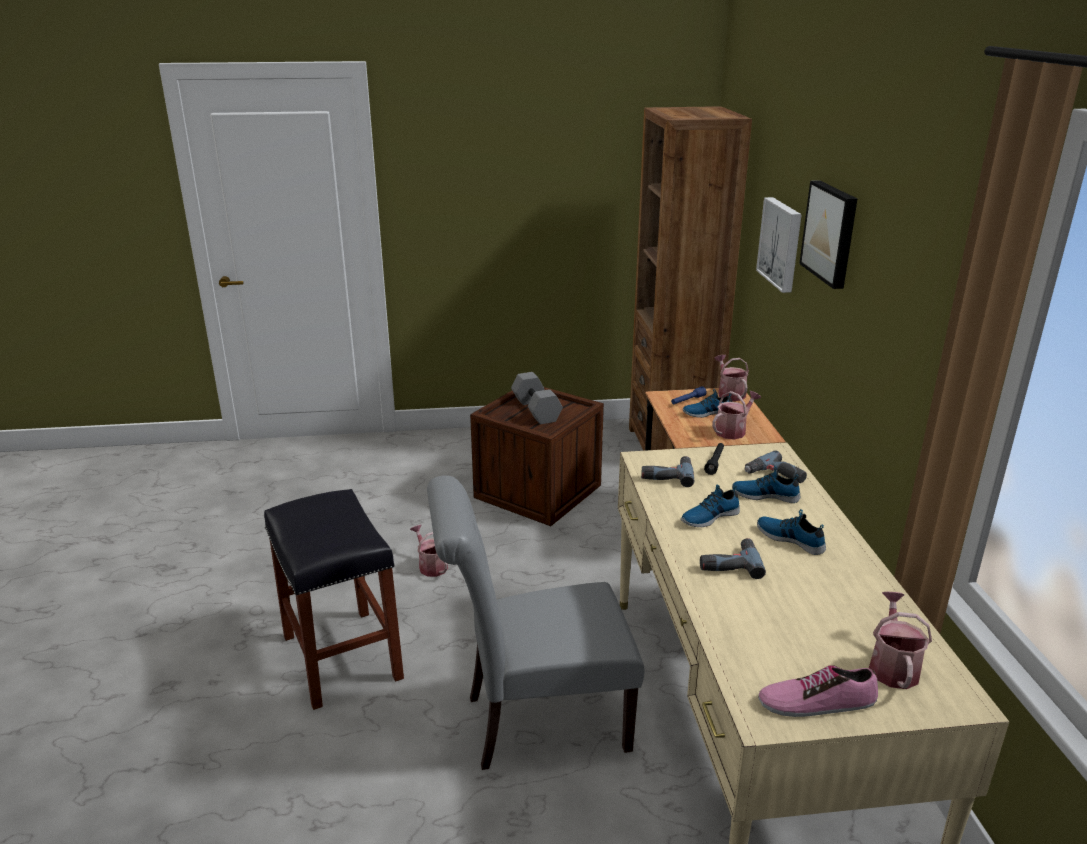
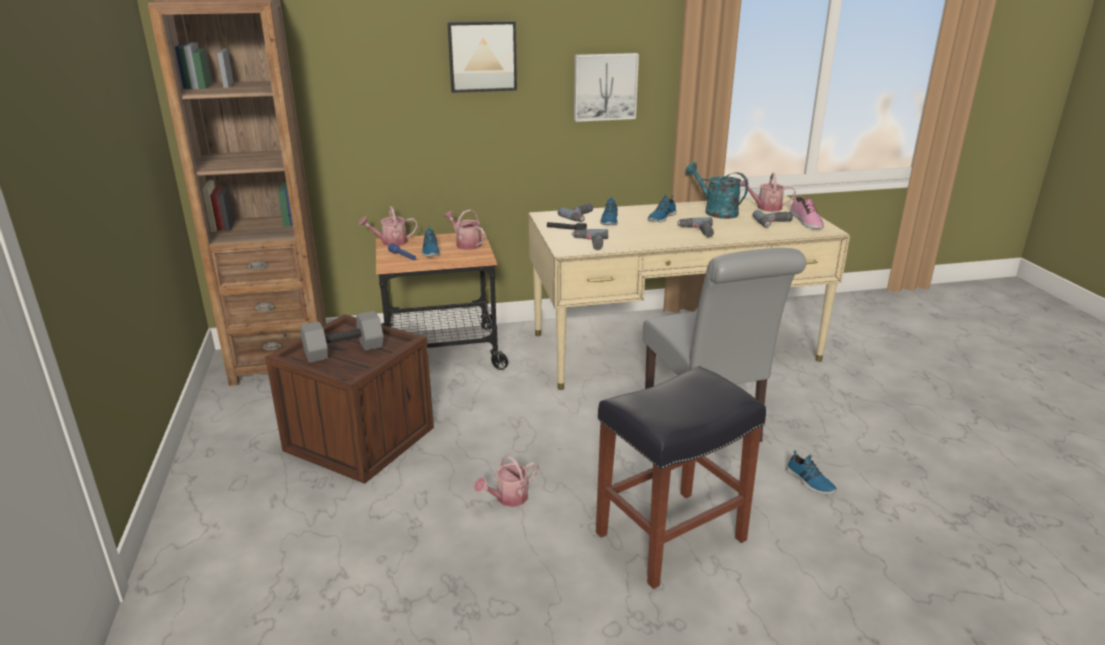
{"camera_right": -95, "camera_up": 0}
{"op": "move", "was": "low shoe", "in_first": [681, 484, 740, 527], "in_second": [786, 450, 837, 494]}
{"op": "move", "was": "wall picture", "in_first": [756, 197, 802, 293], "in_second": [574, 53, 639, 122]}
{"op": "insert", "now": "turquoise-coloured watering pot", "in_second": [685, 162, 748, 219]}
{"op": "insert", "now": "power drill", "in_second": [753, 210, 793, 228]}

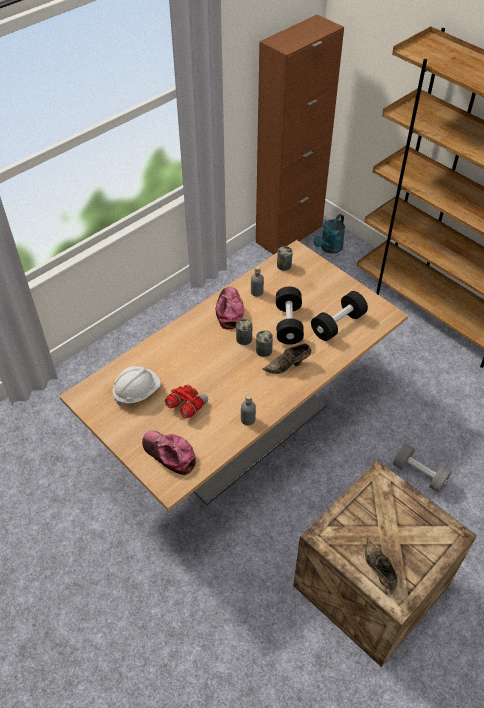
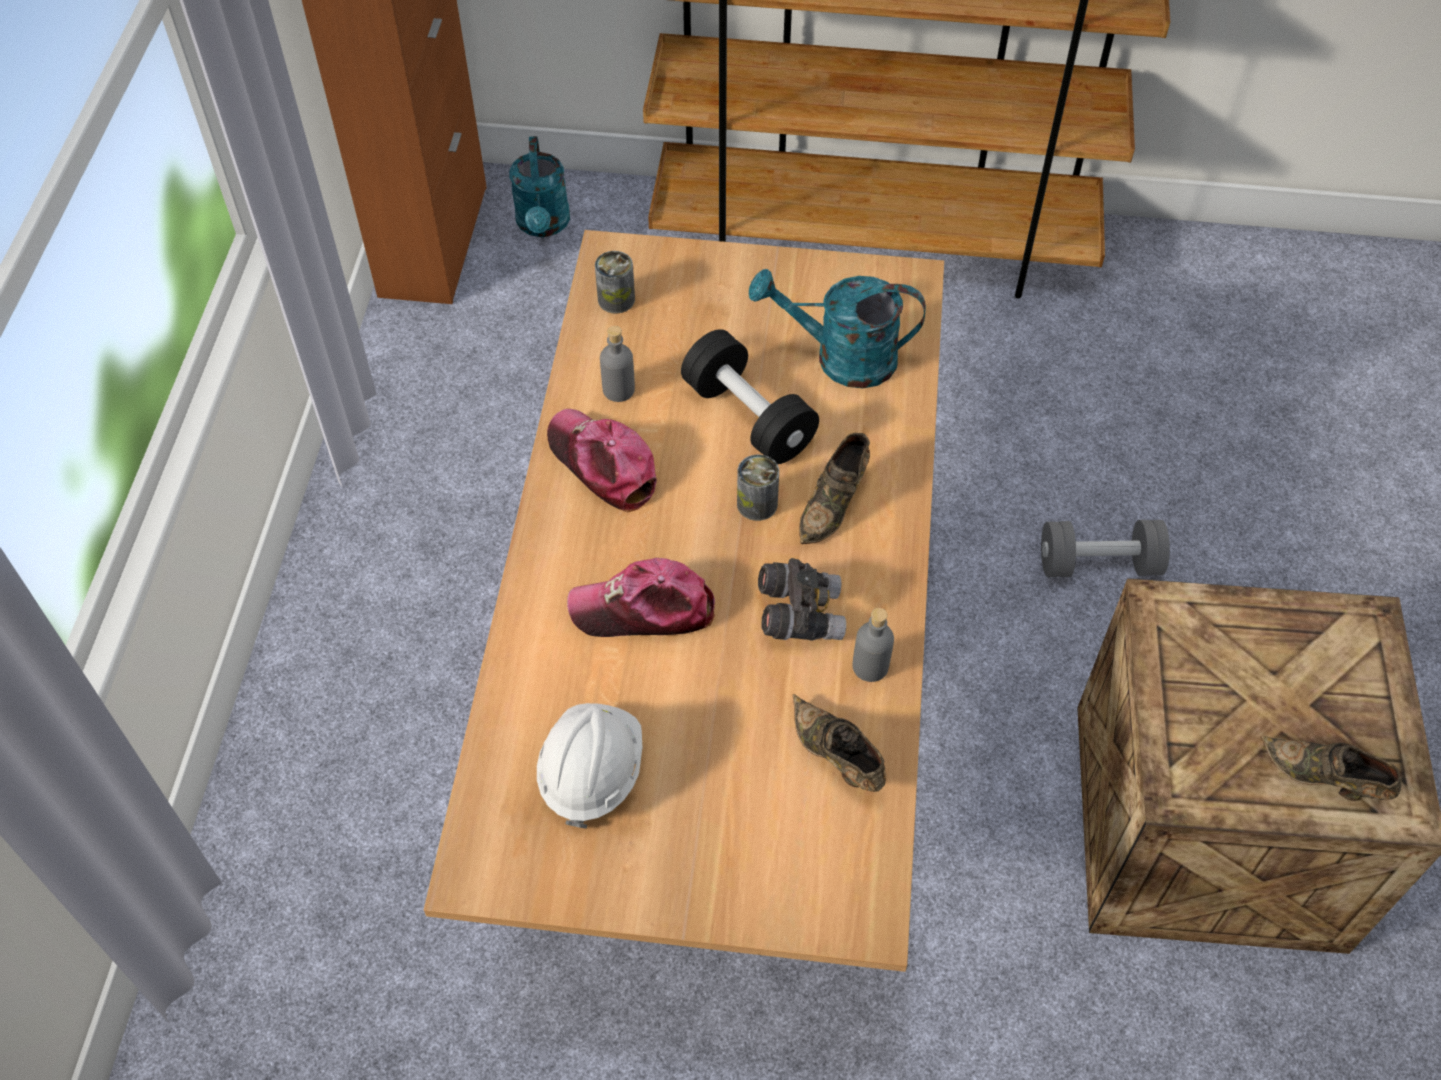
{"camera_right": -40, "camera_up": 5}
{"op": "move", "was": "cap", "in_first": [142, 431, 196, 475], "in_second": [567, 558, 715, 637]}
{"op": "delete", "was": "reddish field glasses", "in_first": [165, 385, 208, 418]}
{"op": "delete", "was": "metal can", "in_first": [236, 319, 252, 345]}
{"op": "replace", "was": "blackish free weight", "now": "turquoise-coloured watering pot", "in_first": [311, 291, 368, 341], "in_second": [749, 269, 926, 388]}
{"op": "insert", "now": "greyish field glasses", "in_second": [758, 558, 846, 641]}
{"op": "insert", "now": "brown low shoe", "in_second": [793, 694, 886, 792]}

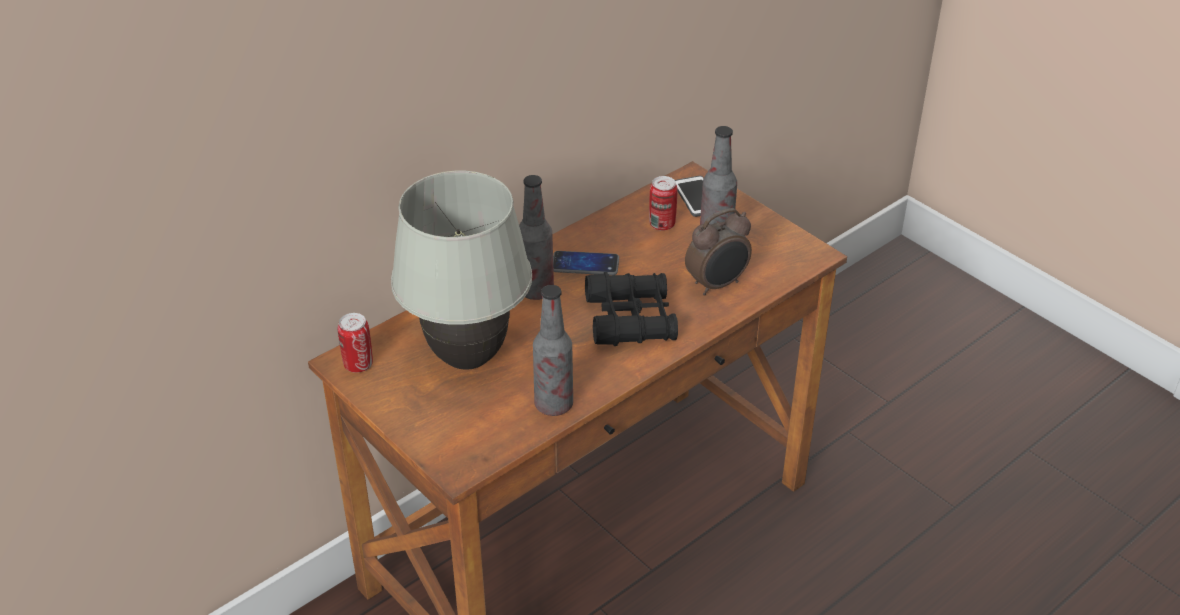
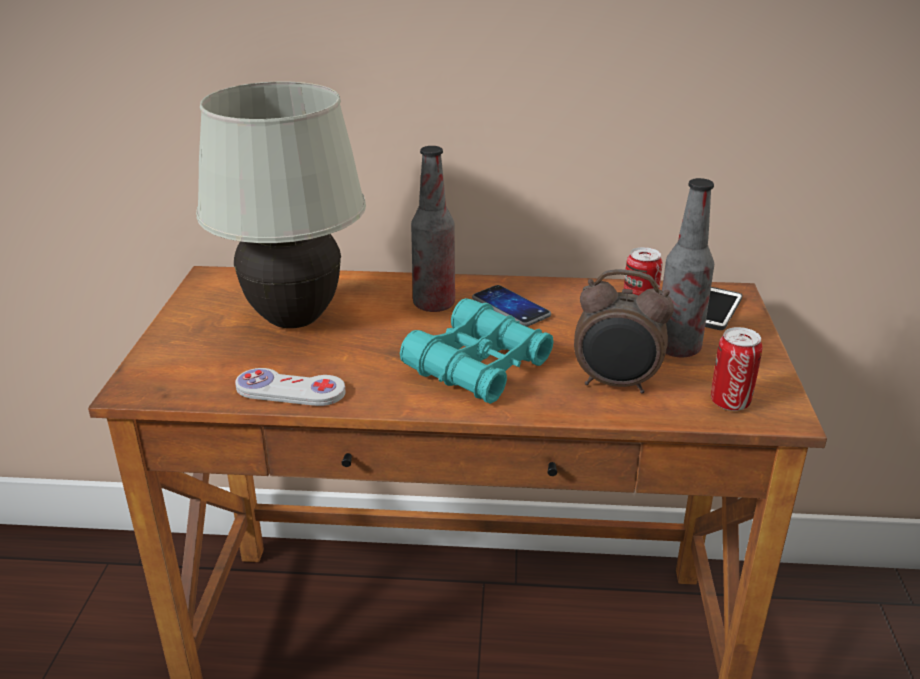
{"camera_right": 45, "camera_up": -10}
{"op": "move", "was": "metal can", "in_first": [338, 313, 373, 373], "in_second": [711, 327, 762, 411]}
{"op": "replace", "was": "bottle", "now": "whitish game controller", "in_first": [533, 285, 573, 416], "in_second": [235, 368, 346, 406]}
{"op": "recolor", "was": "blackish field glasses", "now": "turquoise-coloured field glasses", "in_first": [585, 272, 678, 346], "in_second": [400, 298, 554, 404]}

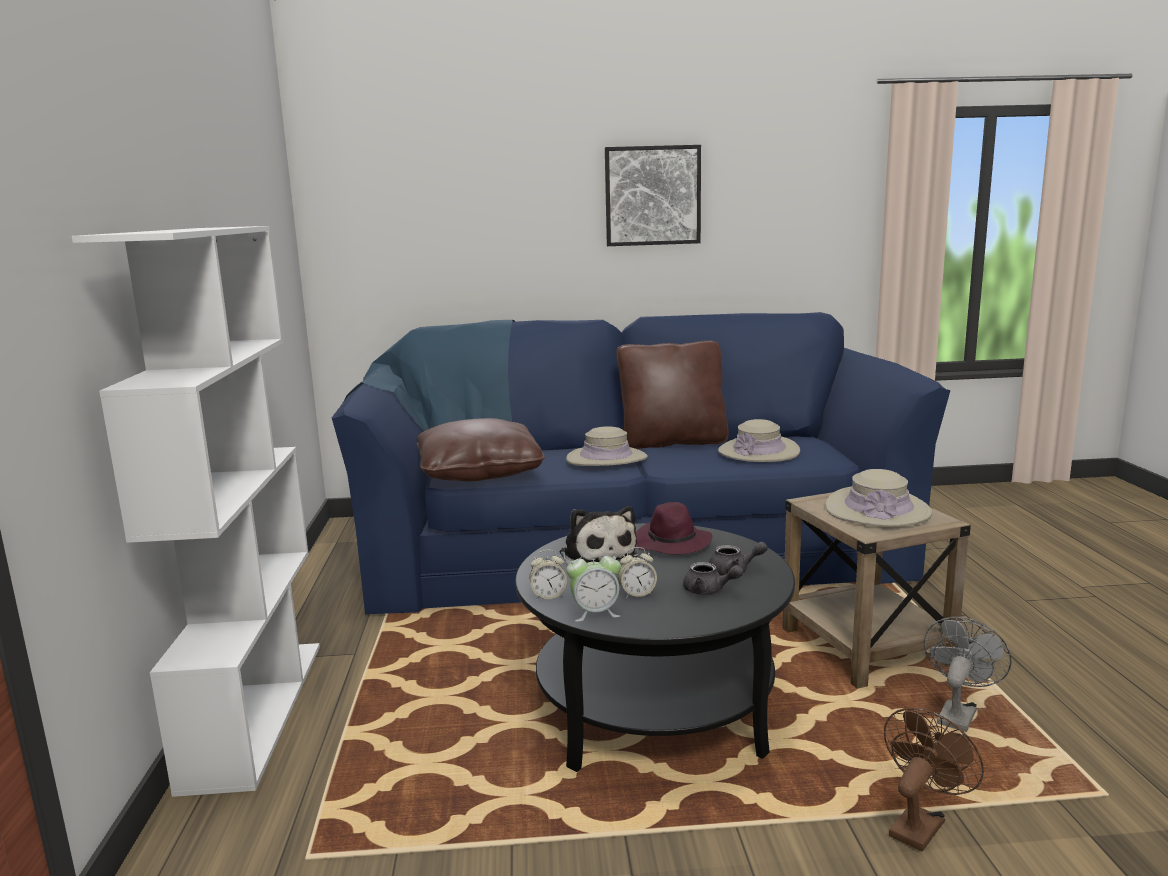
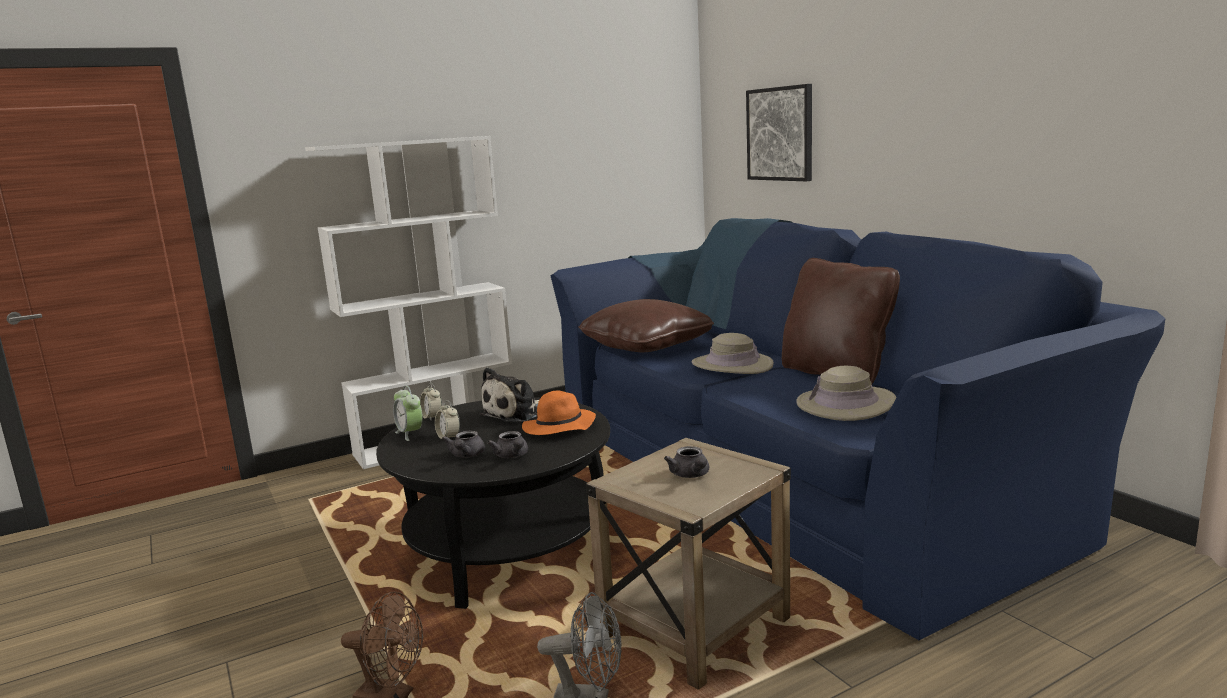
{"camera_right": 65, "camera_up": 0}
{"op": "move", "was": "wall picture", "in_first": [605, 145, 701, 246], "in_second": [746, 84, 812, 181]}
{"op": "recolor", "was": "purple-coloured wearable hat", "now": "orange wearable hat", "in_first": [636, 502, 713, 554], "in_second": [522, 391, 596, 435]}
{"op": "replace", "was": "beige-coloured wearable hat", "now": "greyish tea pot", "in_first": [825, 469, 932, 527], "in_second": [664, 446, 709, 478]}

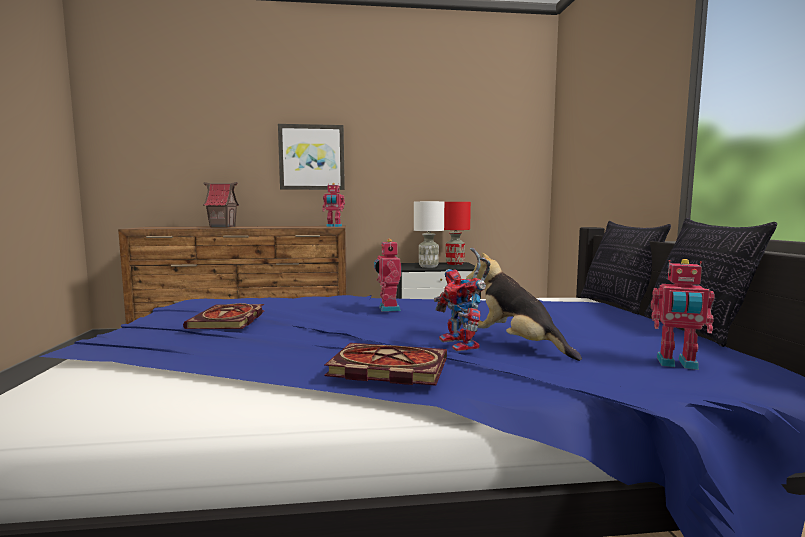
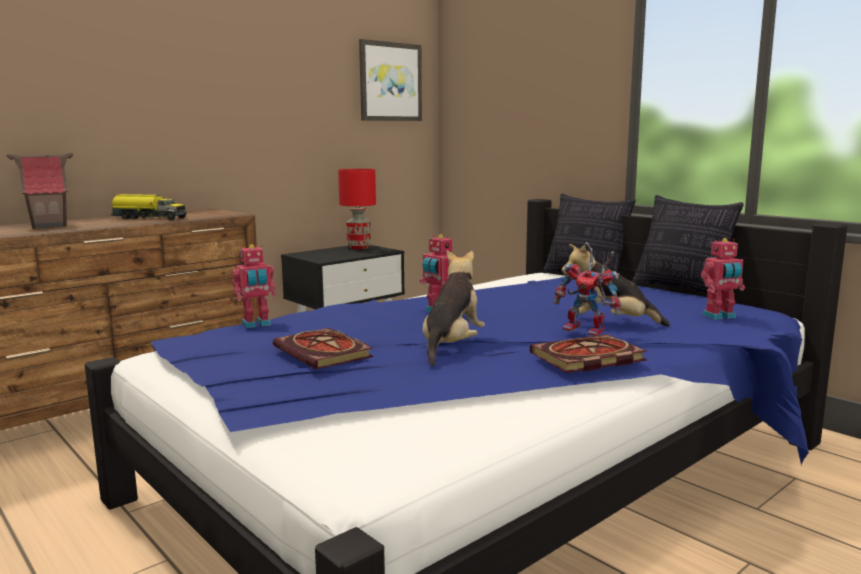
{"camera_right": -35, "camera_up": 5}
{"op": "move", "was": "wall picture", "in_first": [278, 124, 345, 190], "in_second": [359, 39, 422, 121]}
{"op": "move", "was": "model robot", "in_first": [322, 183, 345, 227], "in_second": [232, 244, 276, 328]}
{"op": "delete", "was": "whitish lamp for a table", "in_first": [414, 201, 444, 268]}
{"op": "insert", "now": "model truck", "in_second": [111, 194, 187, 220]}
{"op": "insert", "now": "cuddly toy", "in_second": [423, 250, 485, 366]}

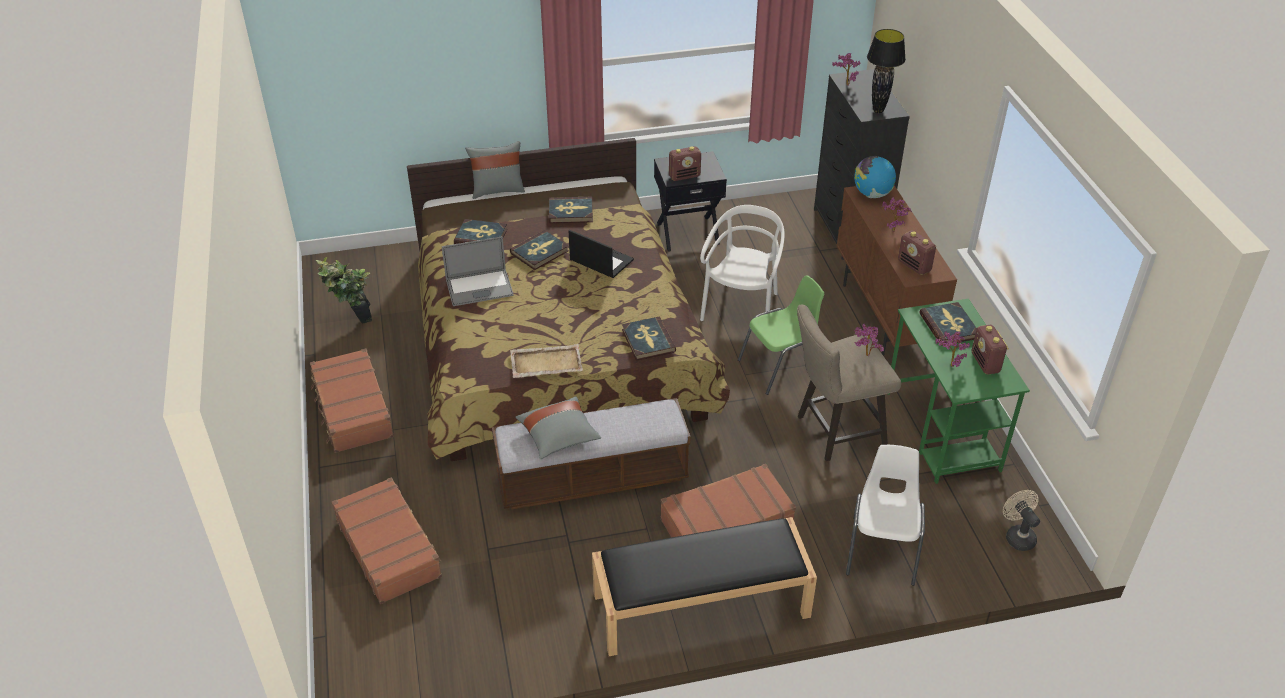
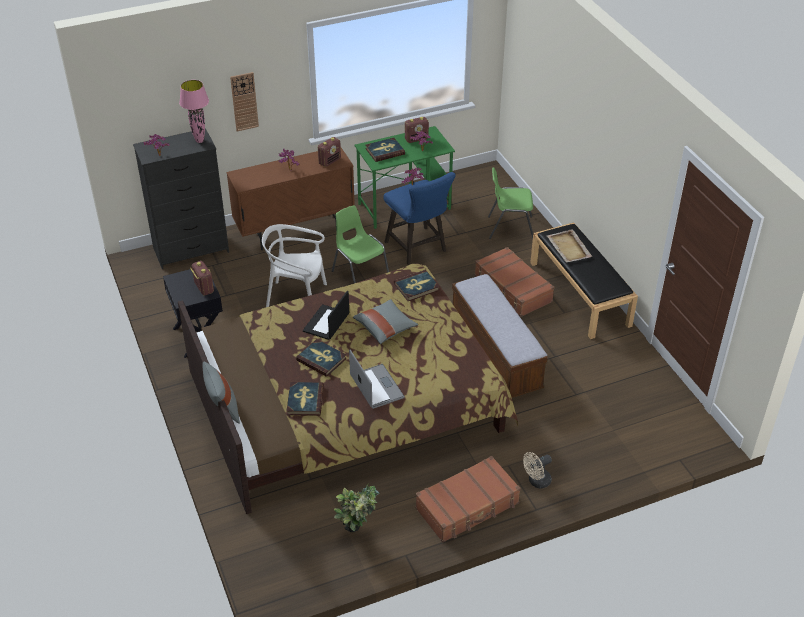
{"camera_right": -100, "camera_up": 0}
{"op": "delete", "was": "brown suitcase", "in_first": [332, 477, 442, 604]}
{"op": "move", "was": "beige-coloured carrying tray", "in_first": [510, 344, 583, 378], "in_second": [547, 229, 592, 263]}
{"op": "move", "was": "greyish cushion", "in_first": [515, 396, 601, 459], "in_second": [353, 299, 418, 344]}
{"op": "delete", "was": "bound book", "in_first": [549, 197, 593, 223]}
{"op": "recolor", "was": "beige-coloured stool", "now": "bluish stool", "in_first": [797, 305, 901, 461], "in_second": [383, 172, 455, 265]}
{"op": "recolor", "was": "whitish plain chair", "now": "green plain chair", "in_first": [846, 445, 925, 586], "in_second": [488, 167, 533, 239]}
{"op": "delete", "was": "globe", "in_first": [854, 156, 896, 198]}
{"op": "recolor", "was": "blackish lamp for a table", "now": "pink-coloured lamp for a table", "in_first": [867, 29, 906, 113], "in_second": [179, 80, 209, 143]}
{"op": "move", "was": "beige-coloured cooling fan", "in_first": [1003, 490, 1040, 551], "in_second": [523, 452, 552, 488]}
{"op": "insert", "now": "clock on the wall", "in_second": [230, 72, 259, 132]}

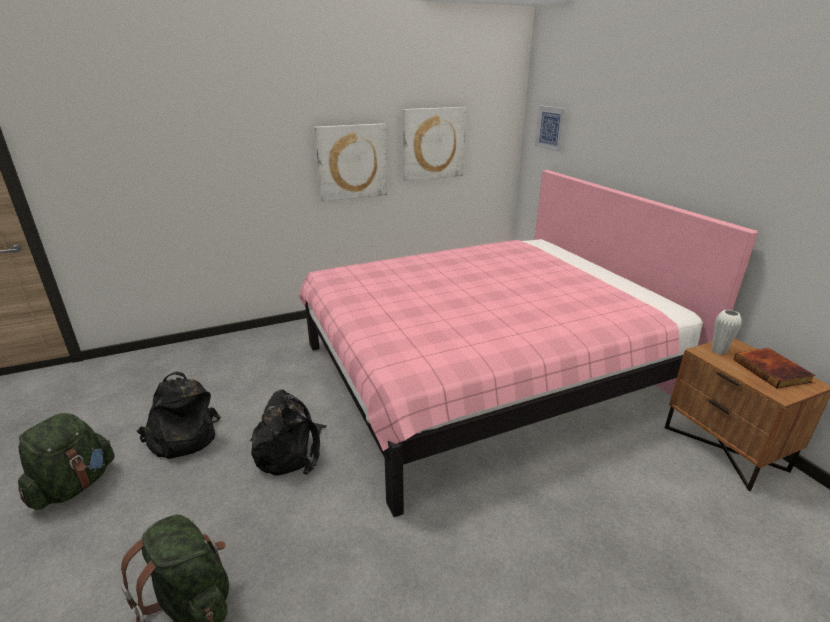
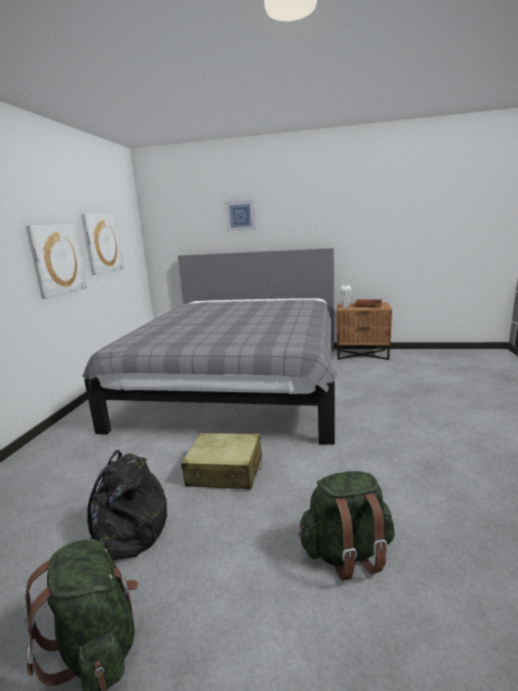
{"camera_right": -55, "camera_up": -10}
{"op": "replace", "was": "blackish backpack", "now": "beige-coloured suitcase", "in_first": [250, 390, 327, 476], "in_second": [181, 433, 262, 489]}
{"op": "recolor", "was": "pink-coloured bed", "now": "greyish bed", "in_first": [298, 170, 758, 517], "in_second": [83, 248, 338, 445]}
{"op": "move", "was": "wall picture", "in_first": [535, 105, 567, 152], "in_second": [225, 200, 255, 231]}

